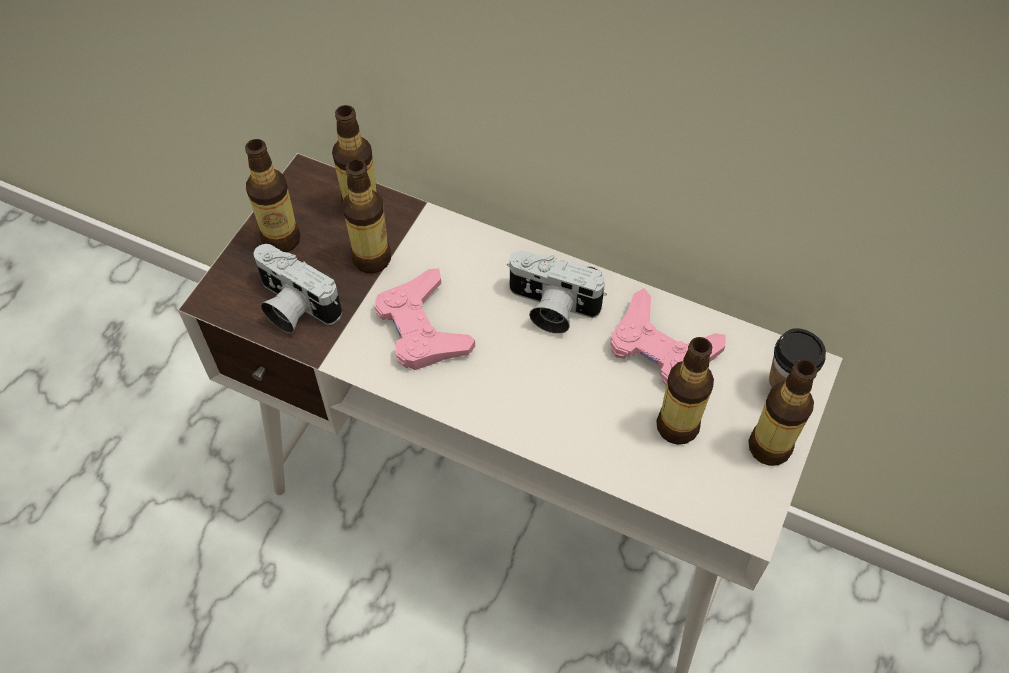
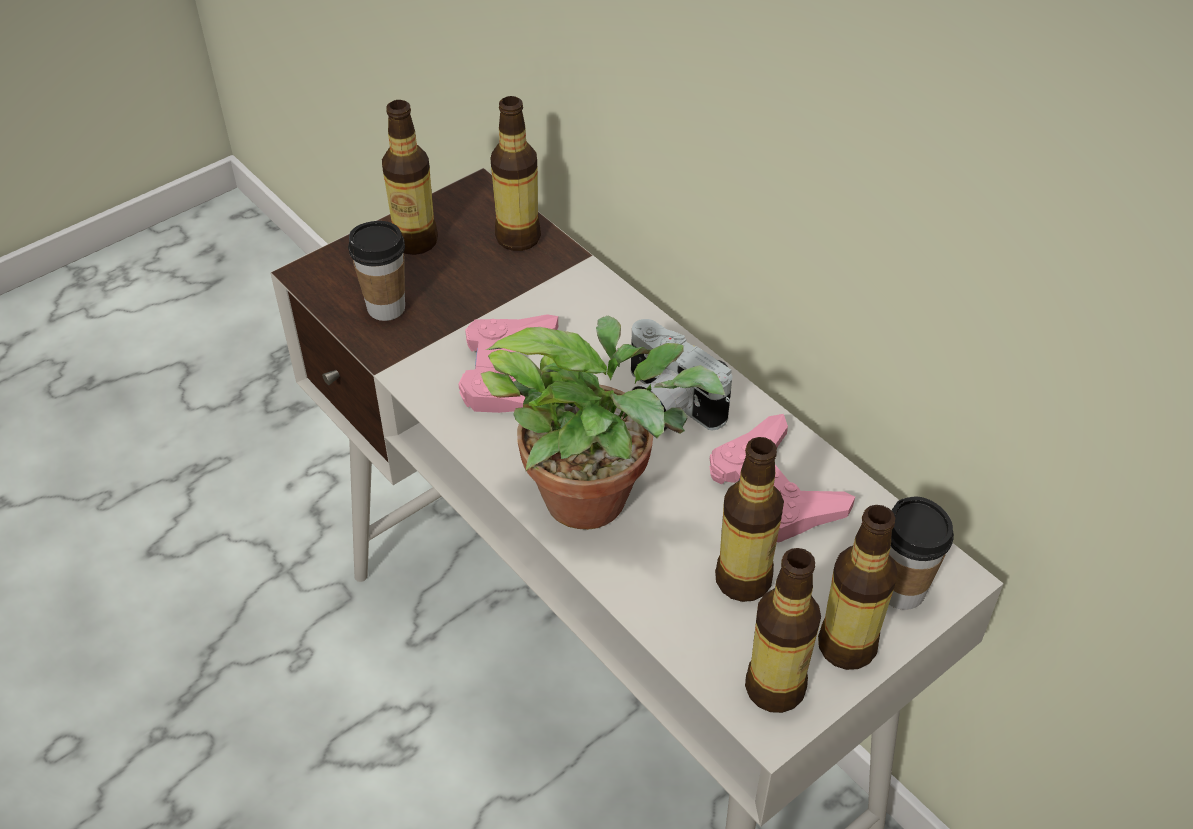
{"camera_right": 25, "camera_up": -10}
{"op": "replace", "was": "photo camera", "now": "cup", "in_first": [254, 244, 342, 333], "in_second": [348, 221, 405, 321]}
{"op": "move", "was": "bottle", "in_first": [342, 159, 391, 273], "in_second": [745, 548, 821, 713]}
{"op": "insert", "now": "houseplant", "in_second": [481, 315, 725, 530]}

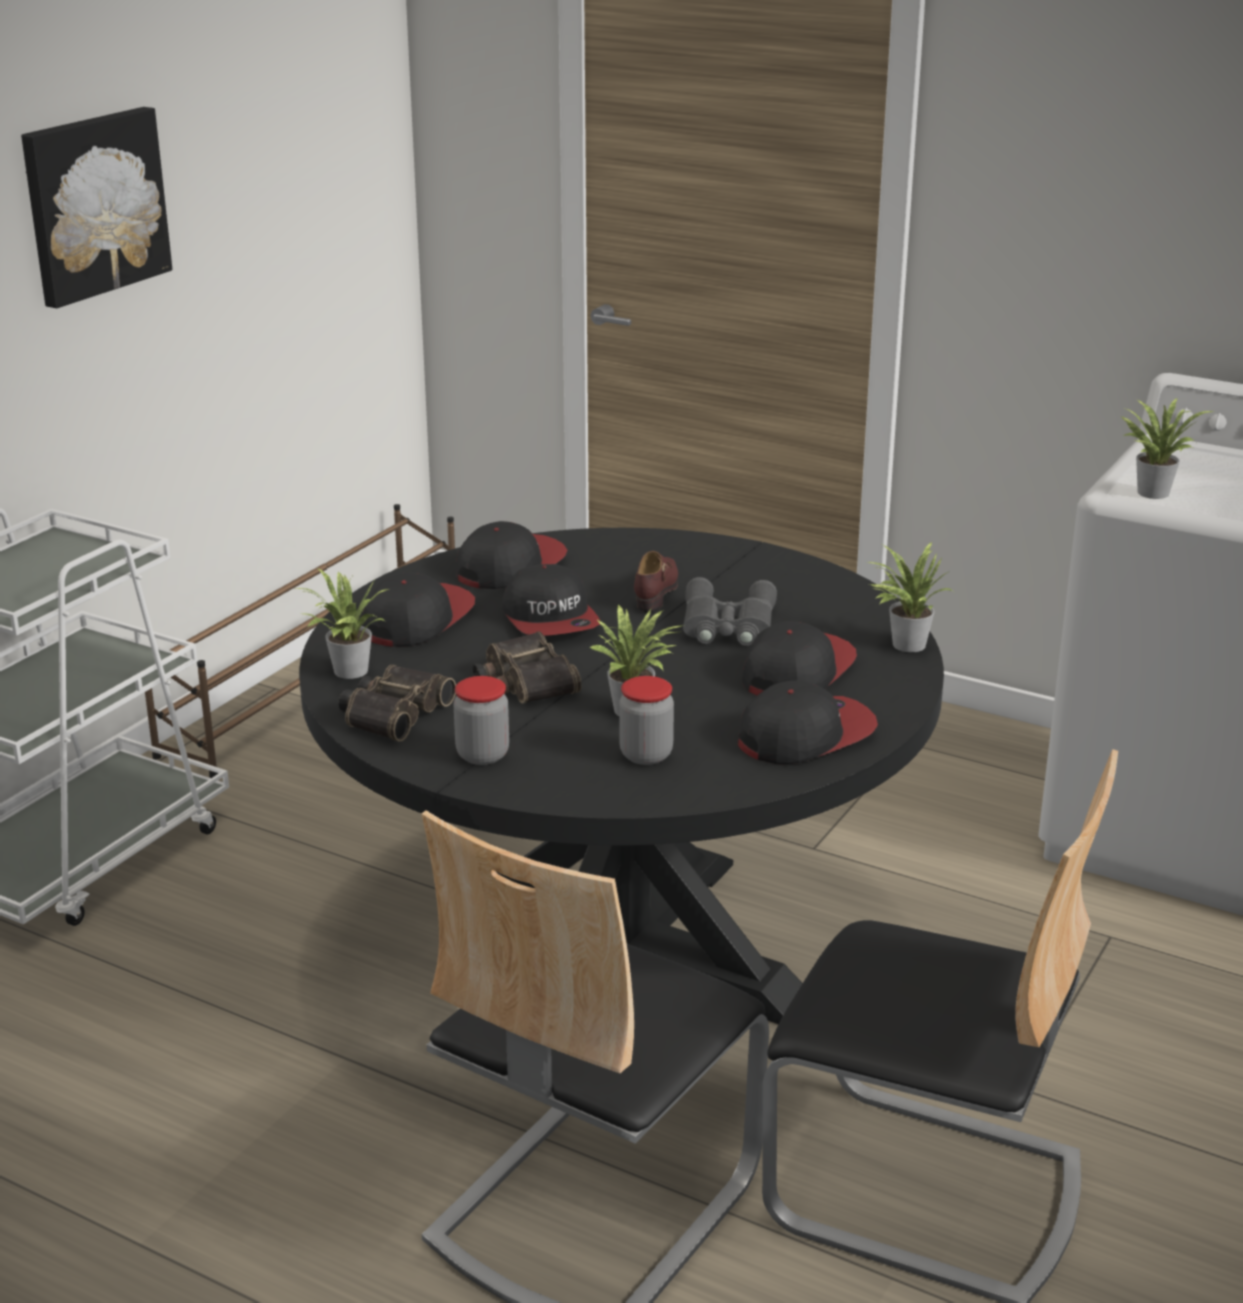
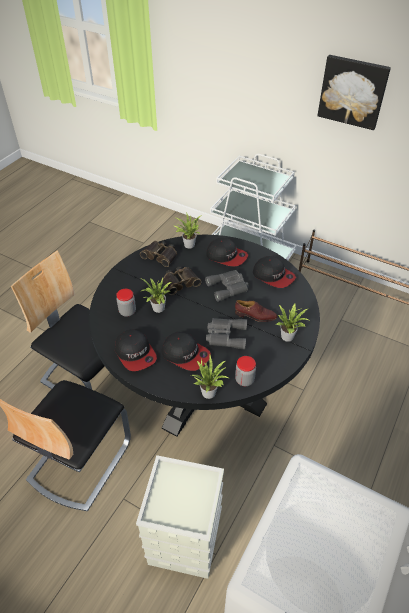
{"camera_right": 90, "camera_up": 20}
{"op": "move", "was": "jar", "in_first": [453, 676, 509, 765], "in_second": [235, 356, 256, 386]}
{"op": "replace", "was": "cap", "now": "greyish field glasses", "in_first": [501, 564, 601, 636], "in_second": [205, 270, 249, 302]}
{"op": "move", "was": "houseplant", "in_first": [1121, 398, 1213, 499], "in_second": [275, 304, 308, 342]}
{"op": "insert", "now": "greyish storage container", "in_second": [136, 455, 224, 579]}

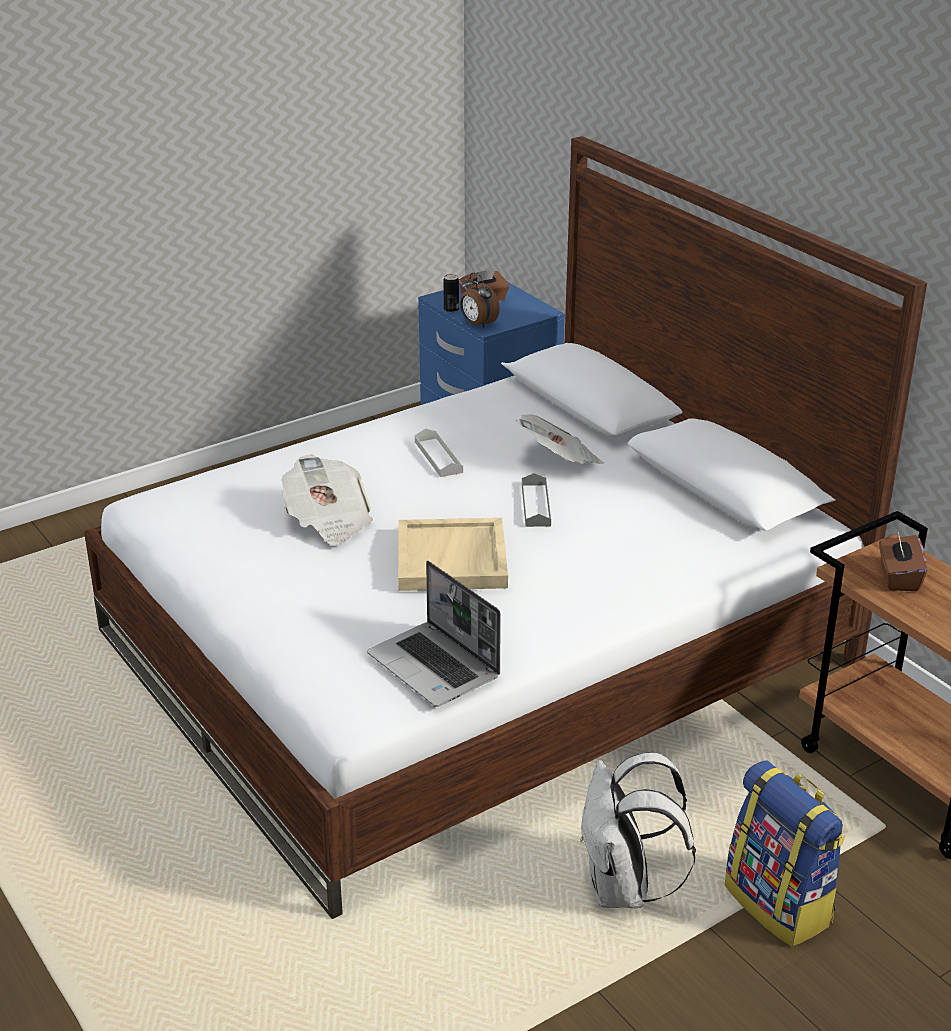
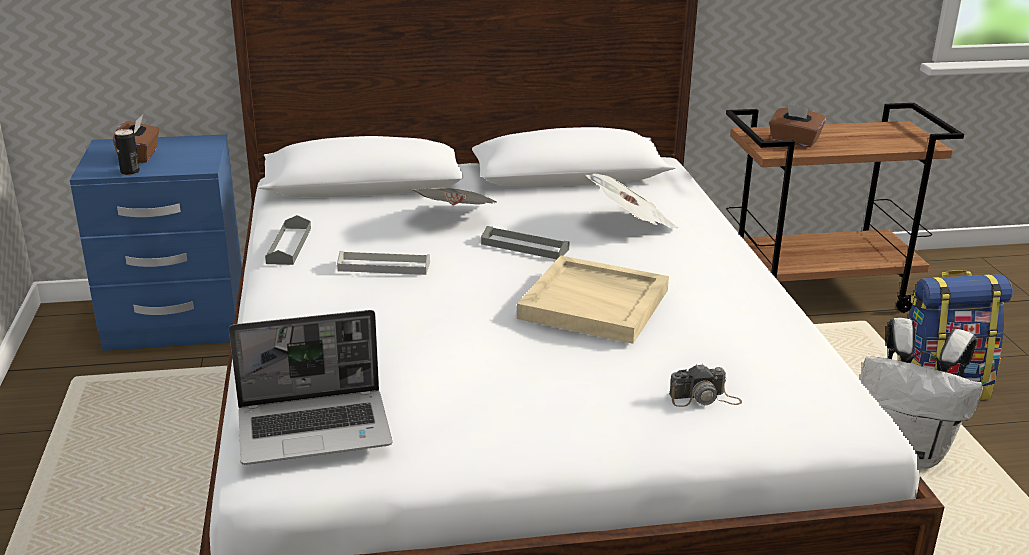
{"camera_right": -65, "camera_up": -5}
{"op": "move", "was": "newspaper", "in_first": [281, 455, 373, 546], "in_second": [586, 173, 679, 228]}
{"op": "move", "was": "notebook computer", "in_first": [367, 561, 501, 707], "in_second": [229, 310, 393, 465]}
{"op": "delete", "was": "bedside clock", "in_first": [460, 272, 500, 328]}
{"op": "insert", "now": "greyish carrying tray", "in_second": [265, 215, 311, 265]}
{"op": "insert", "now": "photo camera", "in_second": [669, 363, 742, 407]}

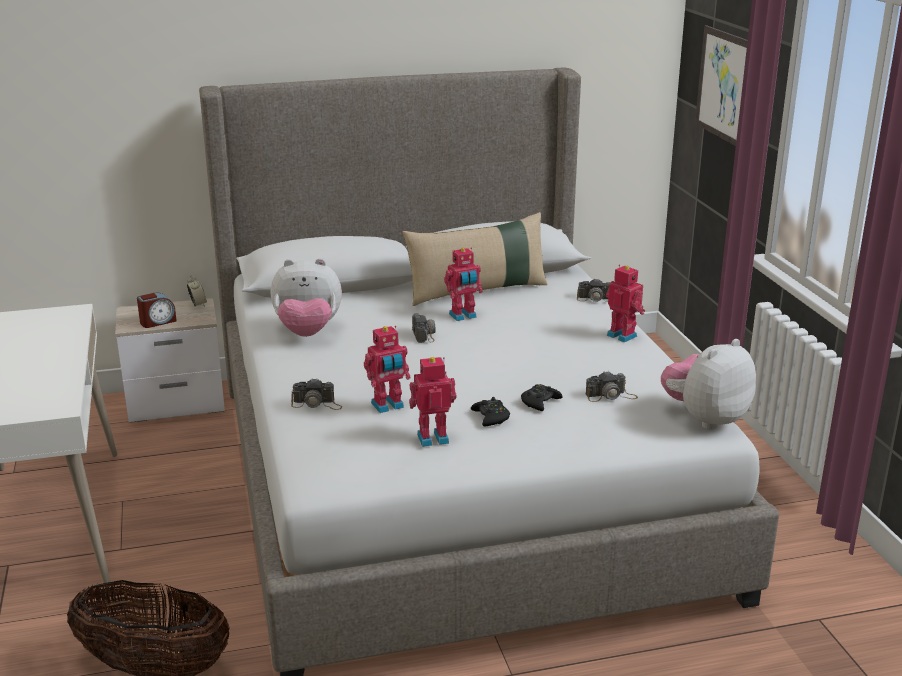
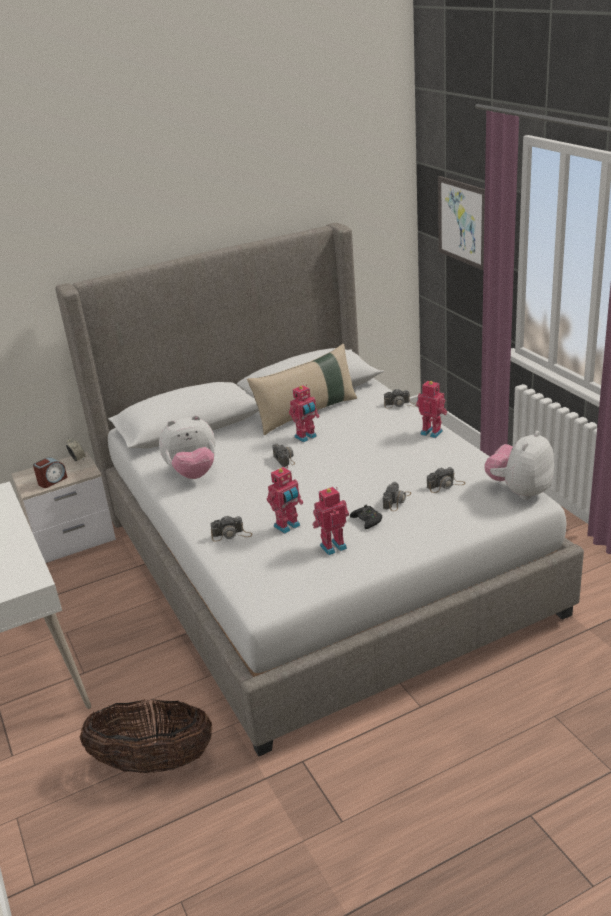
{"camera_right": -10, "camera_up": 5}
{"op": "replace", "was": "blackish game controller", "now": "photo camera", "in_first": [521, 384, 562, 411], "in_second": [383, 482, 411, 511]}

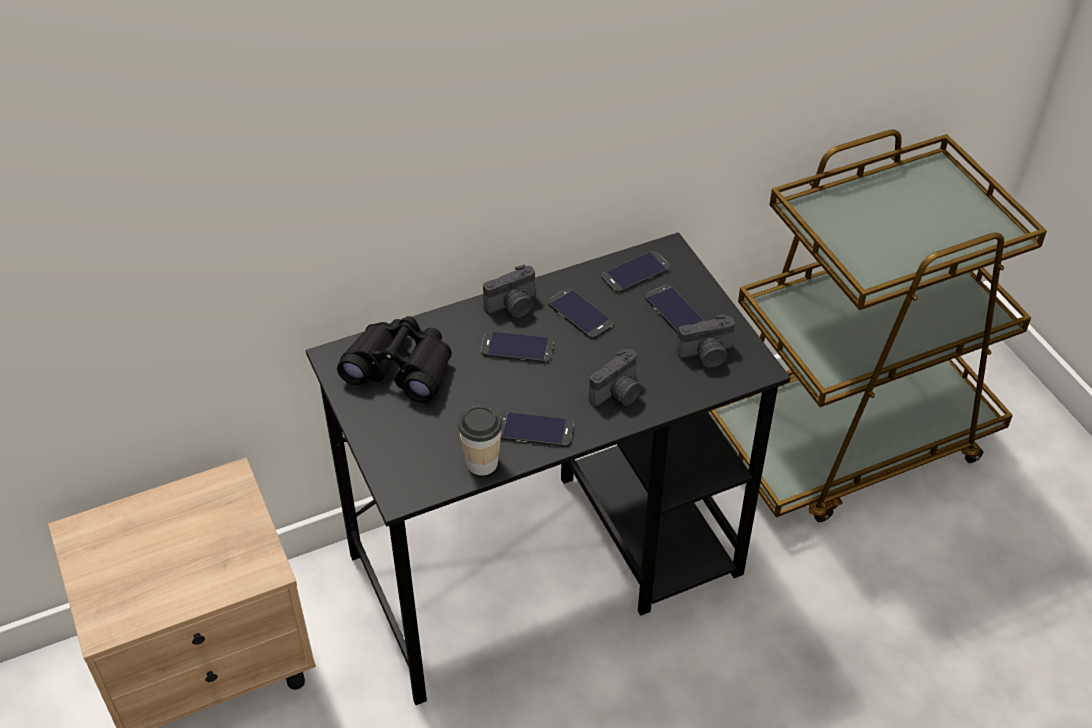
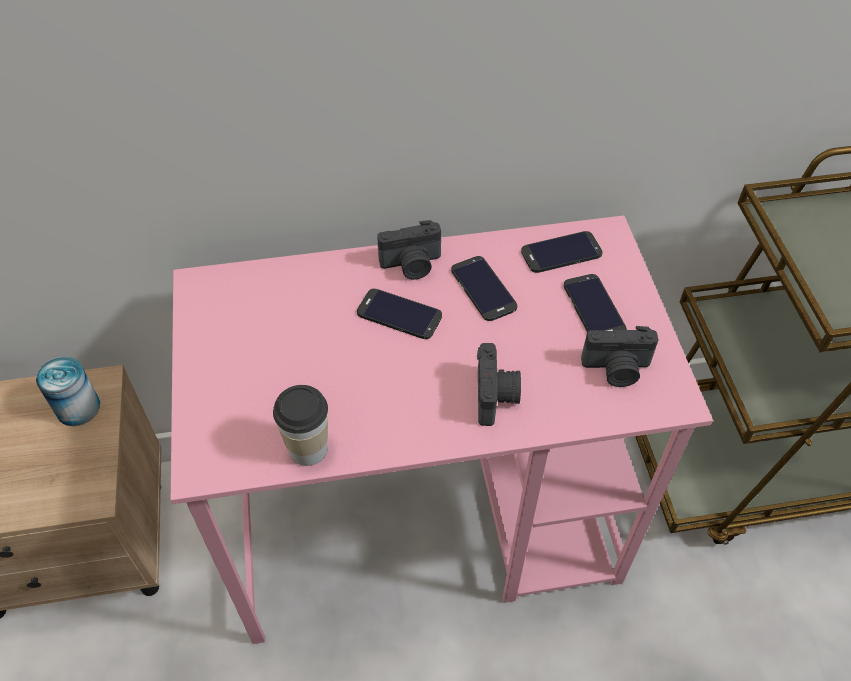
{"camera_right": 15, "camera_up": 5}
{"op": "recolor", "was": "blackish desk table", "now": "pink-coloured desk table", "in_first": [306, 232, 791, 705], "in_second": [171, 215, 713, 644]}
{"op": "delete", "was": "blackish field glasses", "in_first": [337, 316, 452, 403]}
{"op": "delete", "was": "telephone", "in_first": [500, 412, 574, 447]}
{"op": "rotate", "was": "photo camera", "in_first": [589, 349, 642, 407], "in_second": [477, 343, 521, 426], "clockwise": -60}
{"op": "insert", "now": "metal can", "in_second": [36, 357, 100, 426]}

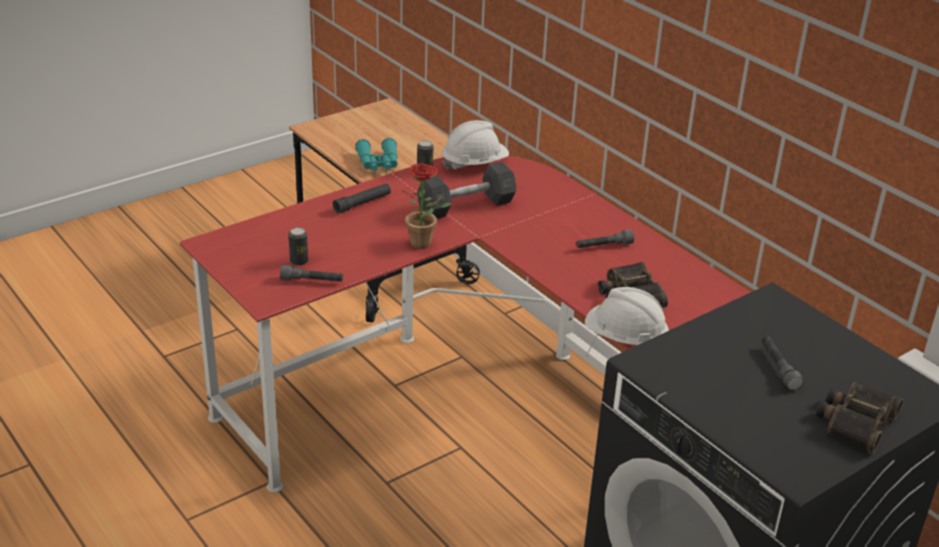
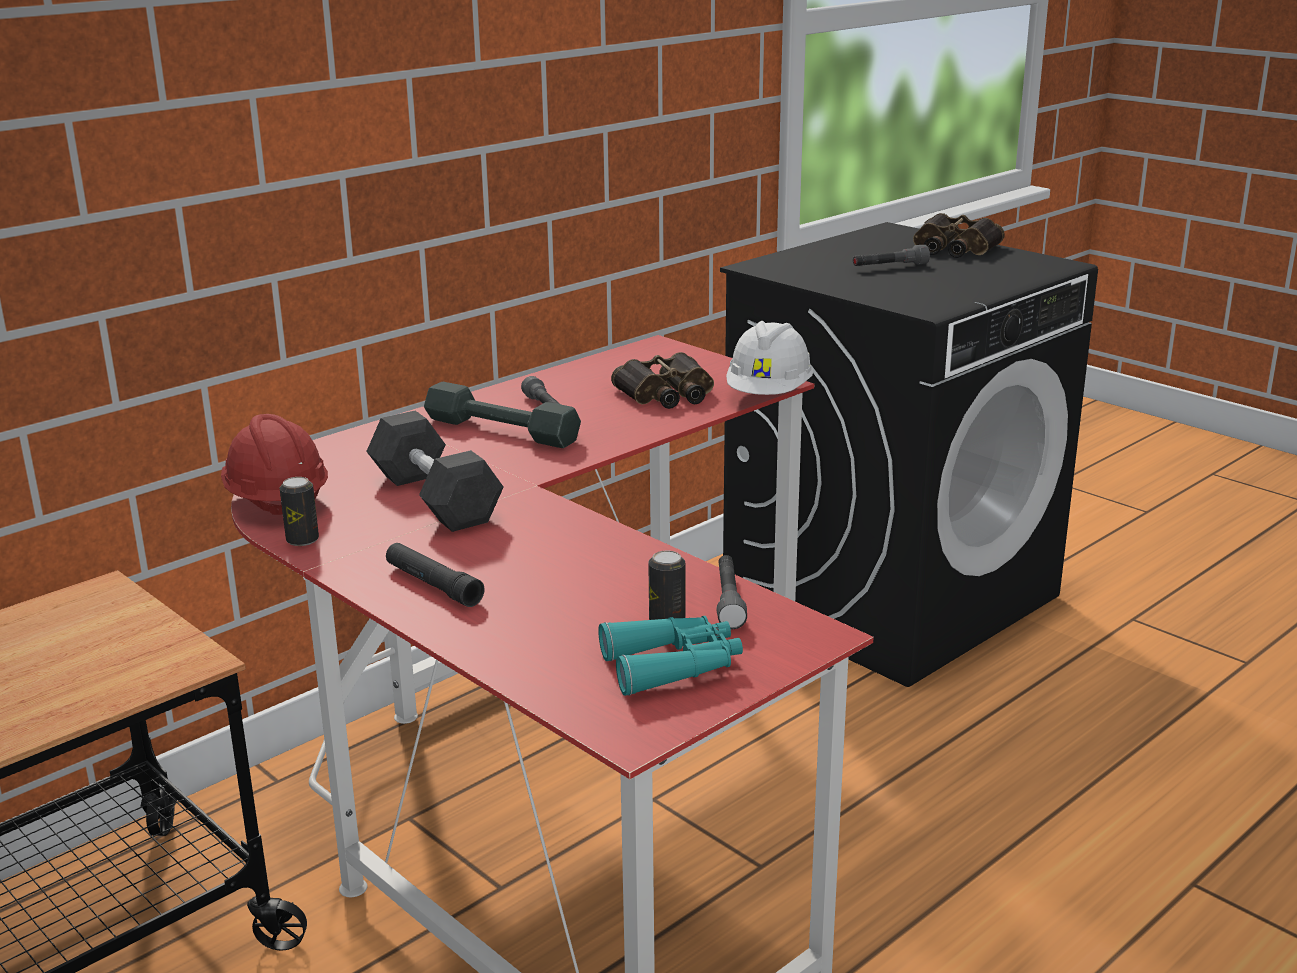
{"camera_right": -95, "camera_up": -10}
{"op": "move", "was": "turquoise-coloured field glasses", "in_first": [355, 138, 397, 171], "in_second": [598, 616, 743, 696]}
{"op": "delete", "was": "houseplant", "in_first": [401, 163, 451, 249]}
{"op": "recolor", "was": "whitish hard hat", "now": "reddish hard hat", "in_first": [442, 120, 509, 170], "in_second": [221, 414, 328, 515]}
{"op": "insert", "now": "greyish free weight", "in_second": [424, 382, 581, 448]}

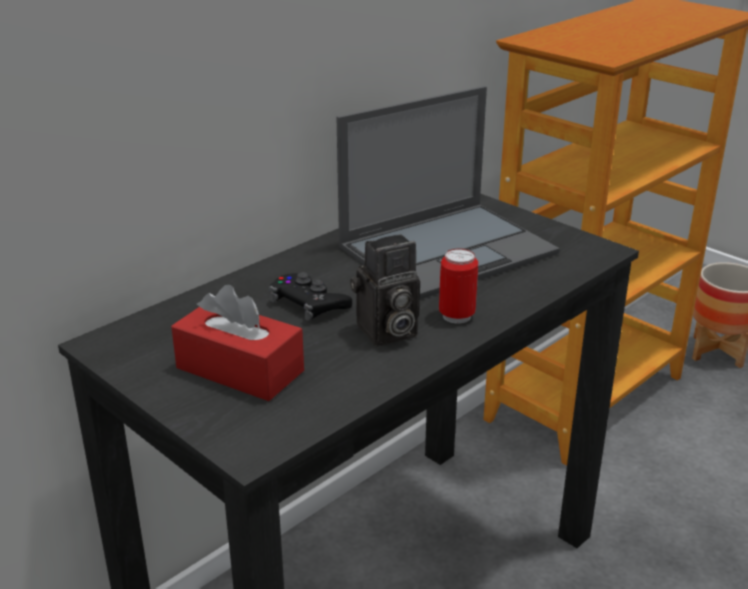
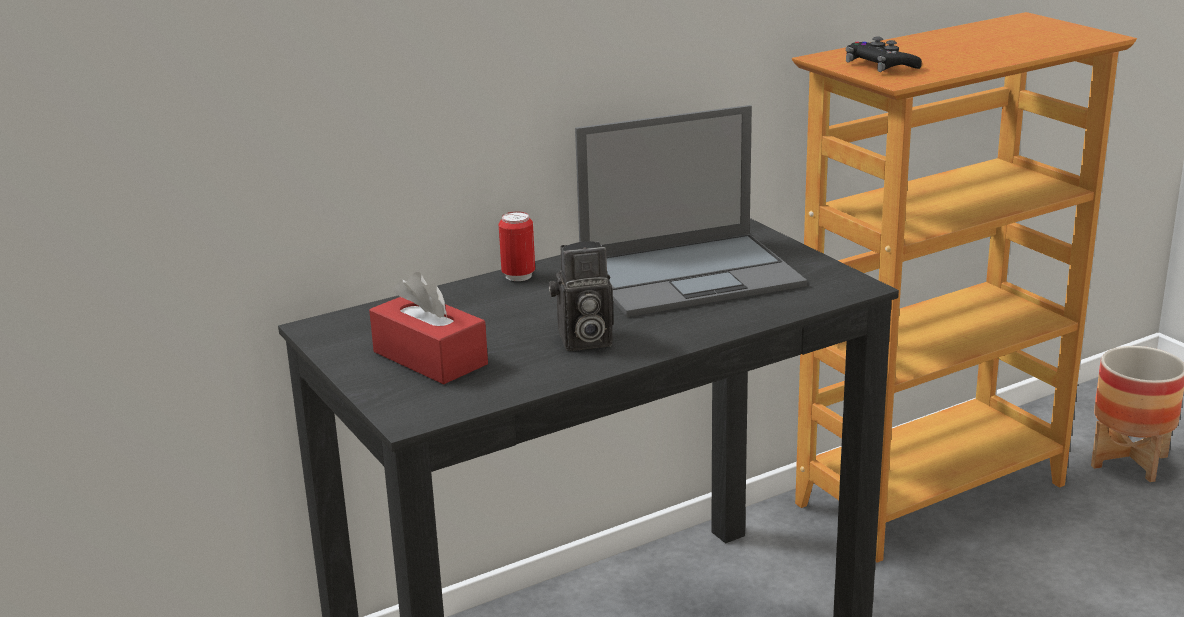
{"camera_right": 15, "camera_up": -5}
{"op": "move", "was": "blackish game controller", "in_first": [269, 272, 352, 321], "in_second": [846, 36, 922, 72]}
{"op": "move", "was": "metal can", "in_first": [439, 248, 478, 324], "in_second": [499, 211, 535, 281]}

